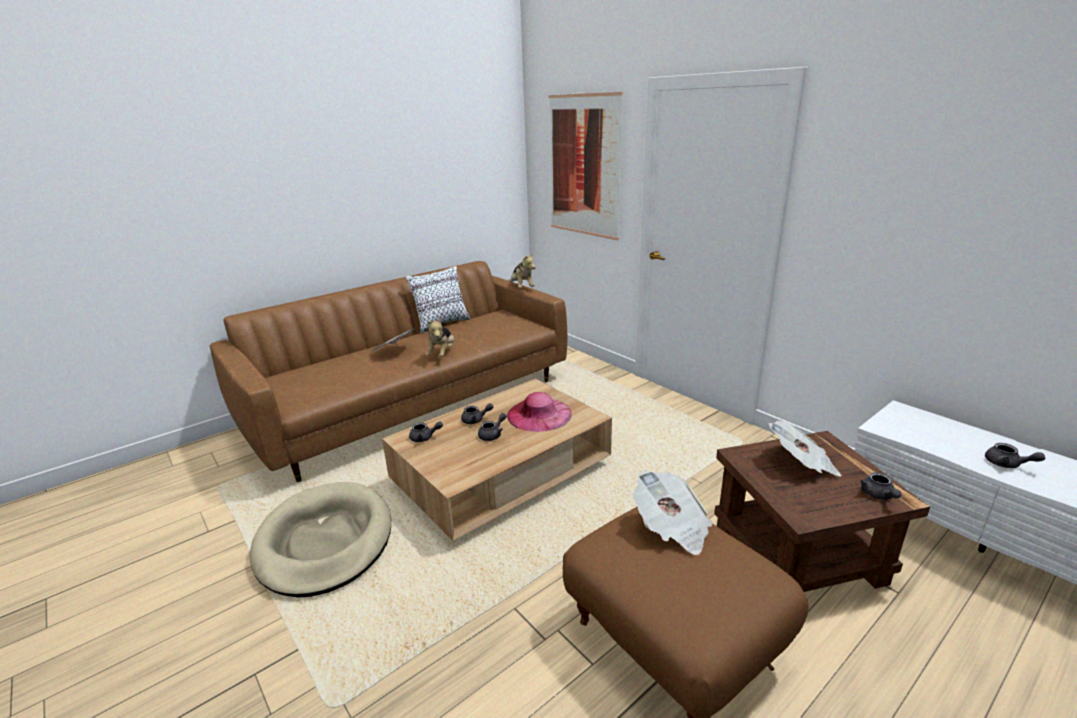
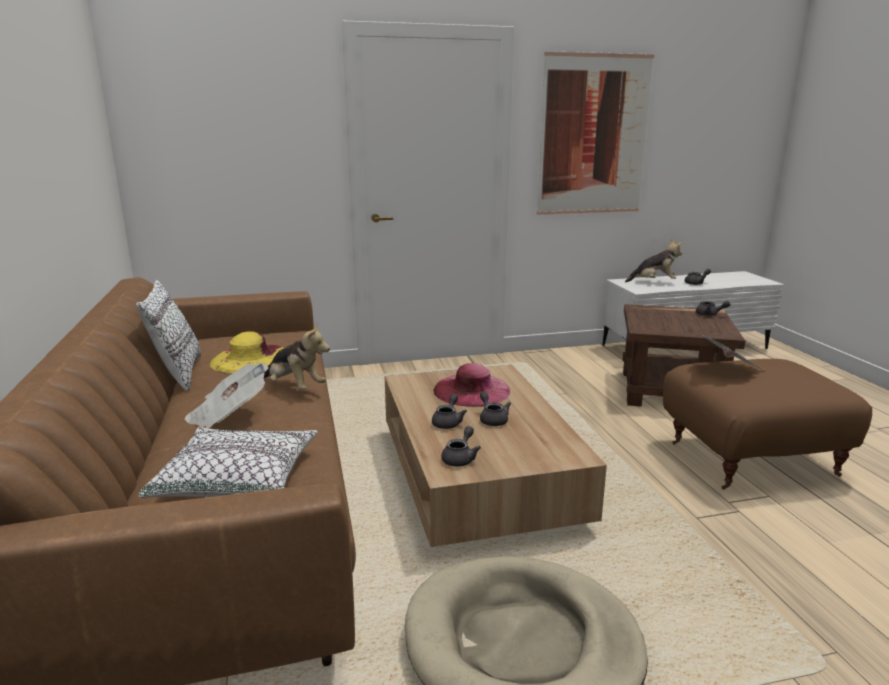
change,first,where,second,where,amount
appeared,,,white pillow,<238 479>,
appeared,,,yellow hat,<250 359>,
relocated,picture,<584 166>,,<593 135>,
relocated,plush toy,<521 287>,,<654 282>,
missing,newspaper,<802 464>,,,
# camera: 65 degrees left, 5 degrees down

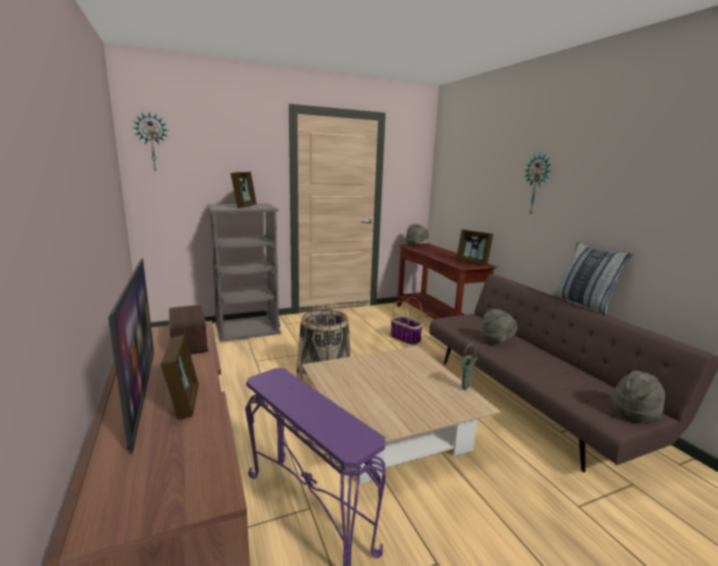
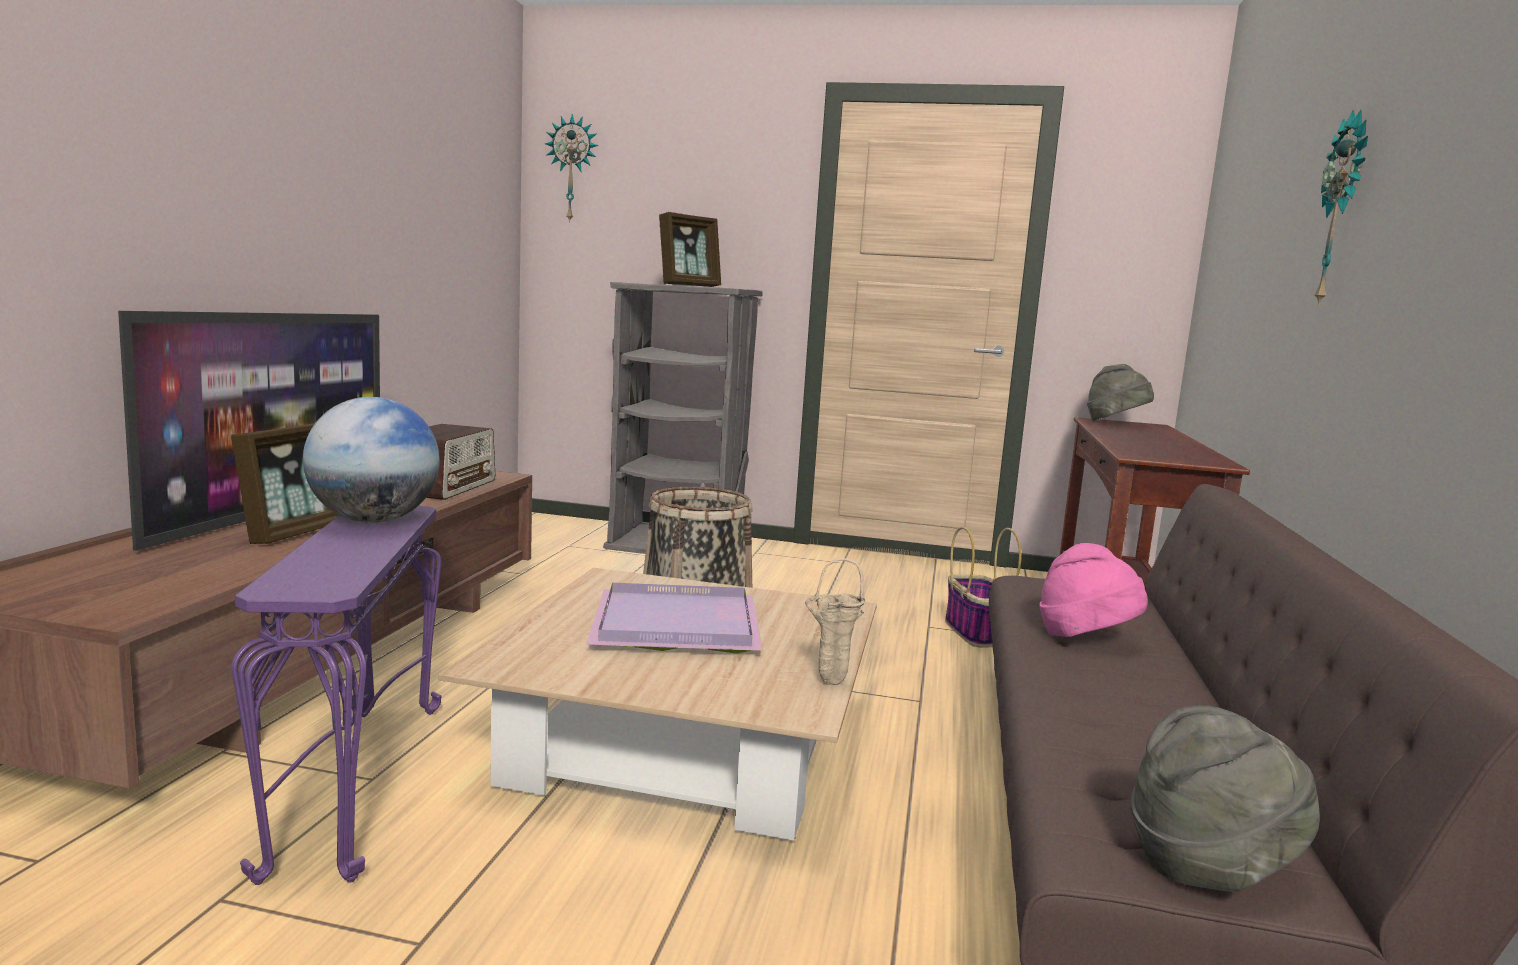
change,first,where,second,where,amount
appeared,,,globe,<373 521>,
appeared,,,purple tray,<679 626>,
colour,green vase,<464 389>,beige vase,<828 684>,
colour,grey hat,<496 341>,pink hat,<1085 638>,
missing,picture frame,<472 262>,,,
missing,pillow,<583 304>,,,
# camera: 35 degrees right, 5 degrees down

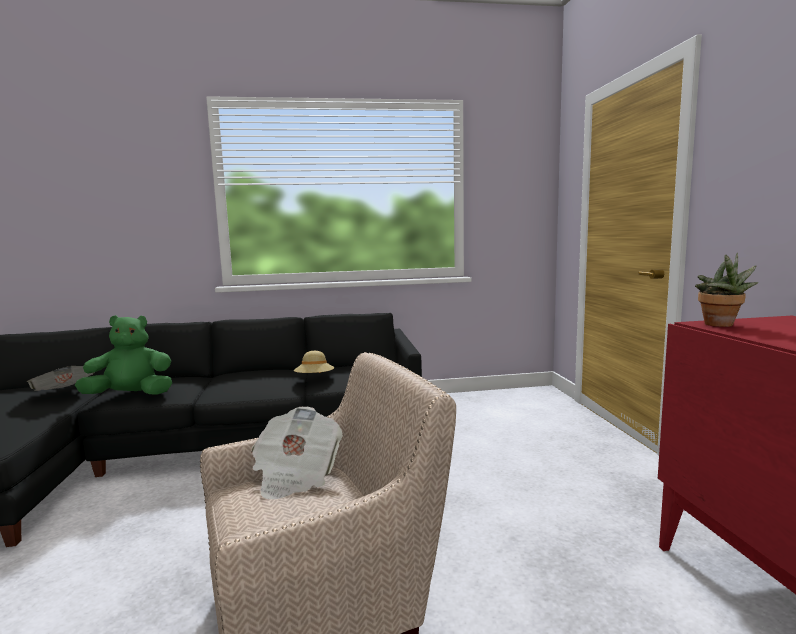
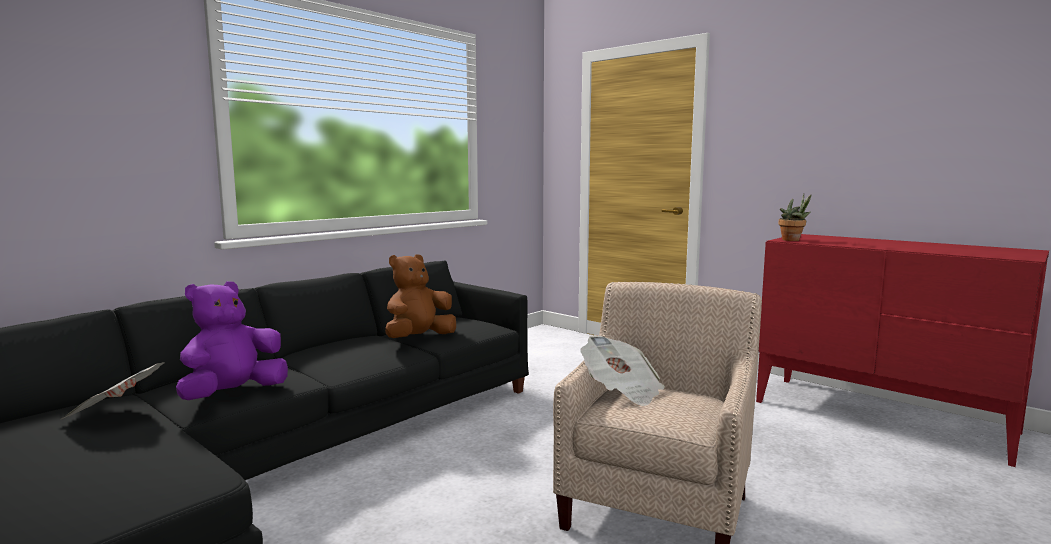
change,first,where,second,where,amount
colour,green plush toy,<131 395>,purple plush toy,<233 394>,
exchanged,beige hat,<315 378>,brown plush toy,<419 338>,
# camera: 40 degrees left, 0 degrees up

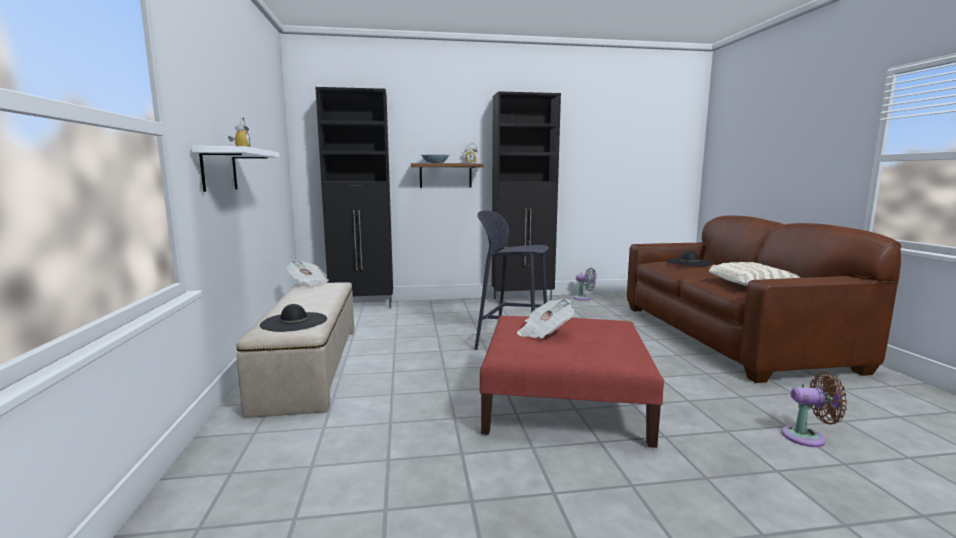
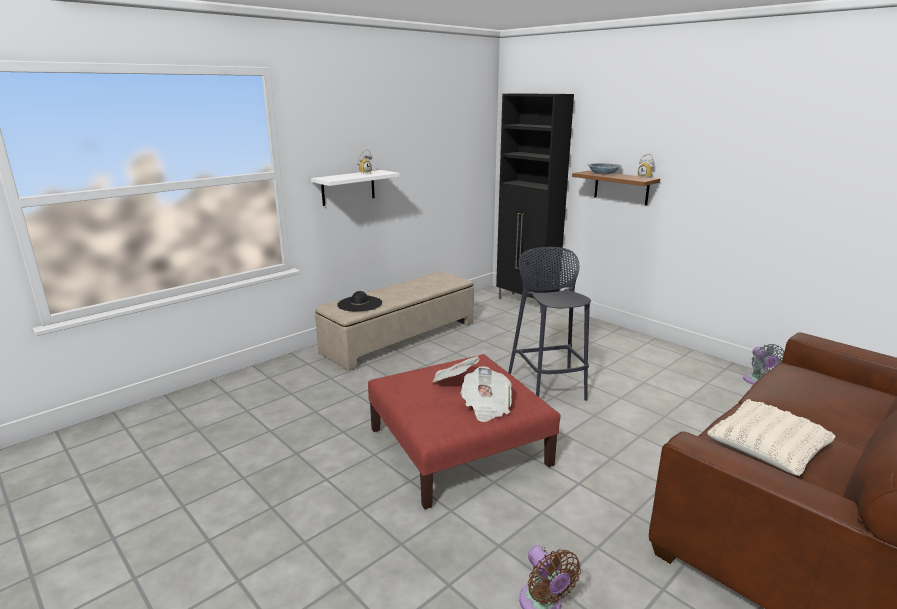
change,first,where,second,where,amount
relocated,newspaper,<308 284>,,<486 407>,
missing,black cabinet,<523 300>,,,
missing,black hat,<689 262>,,,
# camera: 55 degrees right, 10 degrees up

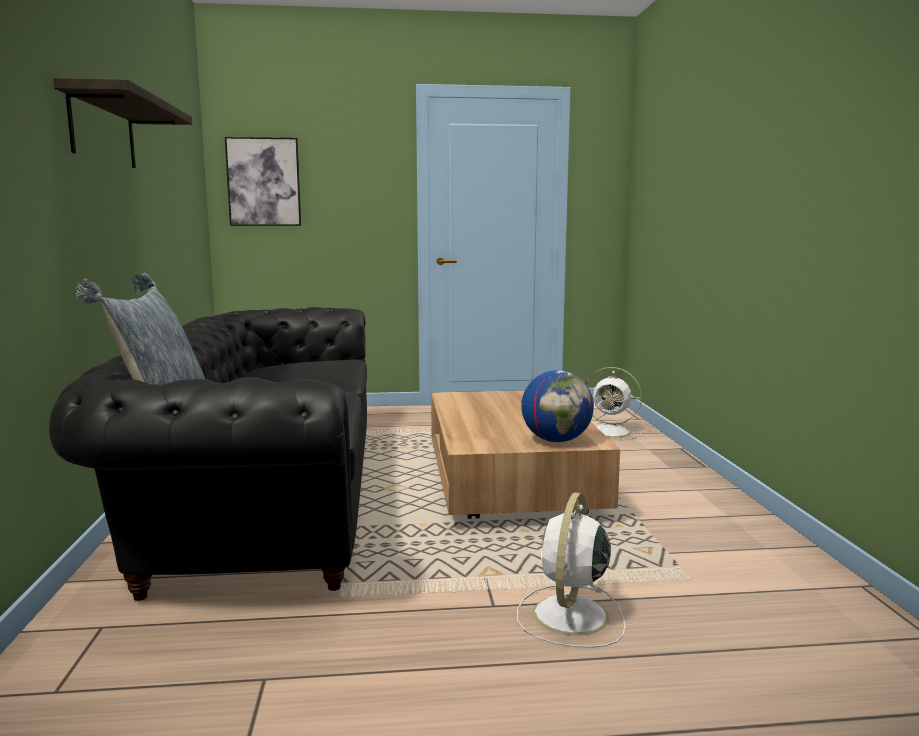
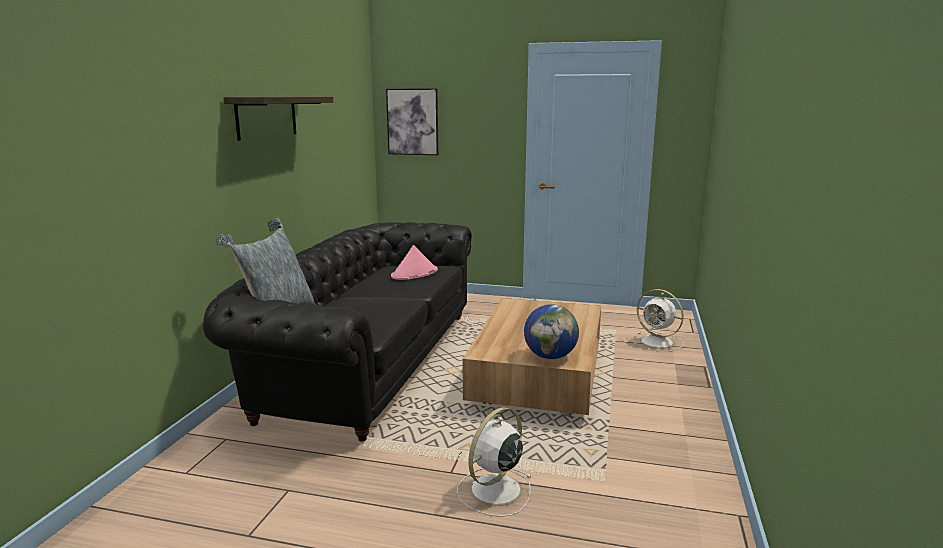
change,first,where,second,where,amount
appeared,,,pink hat,<414 274>,
# camera: 20 degrees right, 5 degrees up

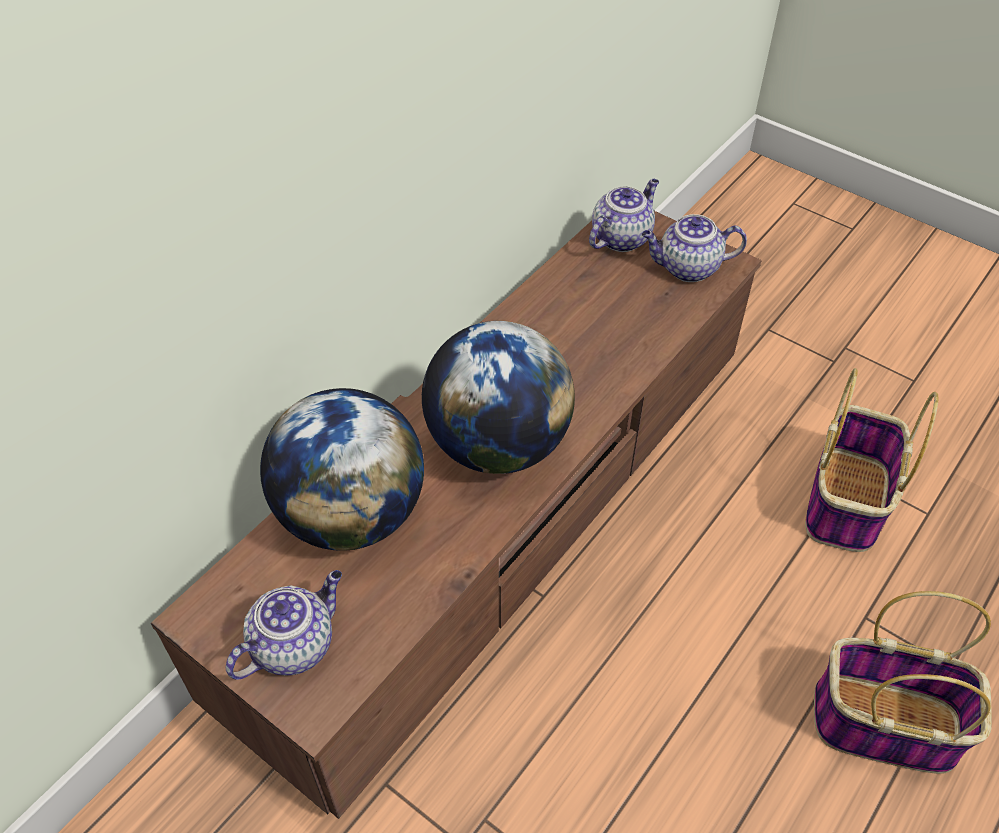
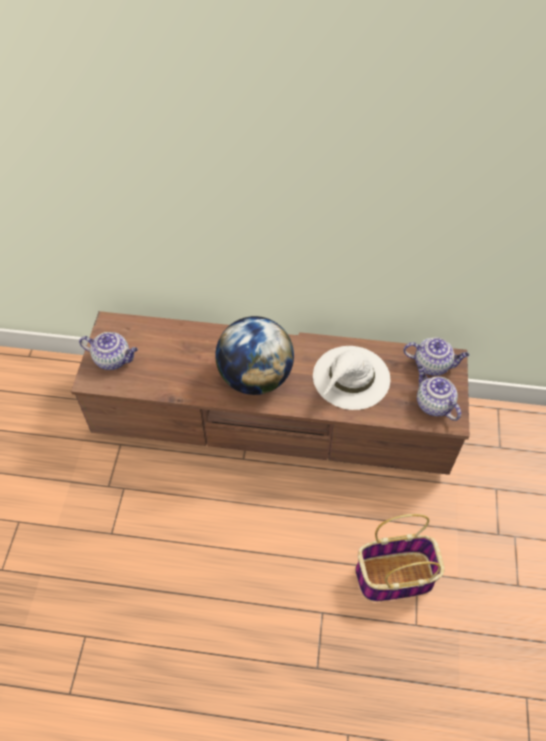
change,first,where,second,where,amount
appeared,,,white hat,<351 378>,
missing,globe,<351 514>,,,
missing,basket,<882 725>,,,
# camera: 60 degrees right, 5 degrees up

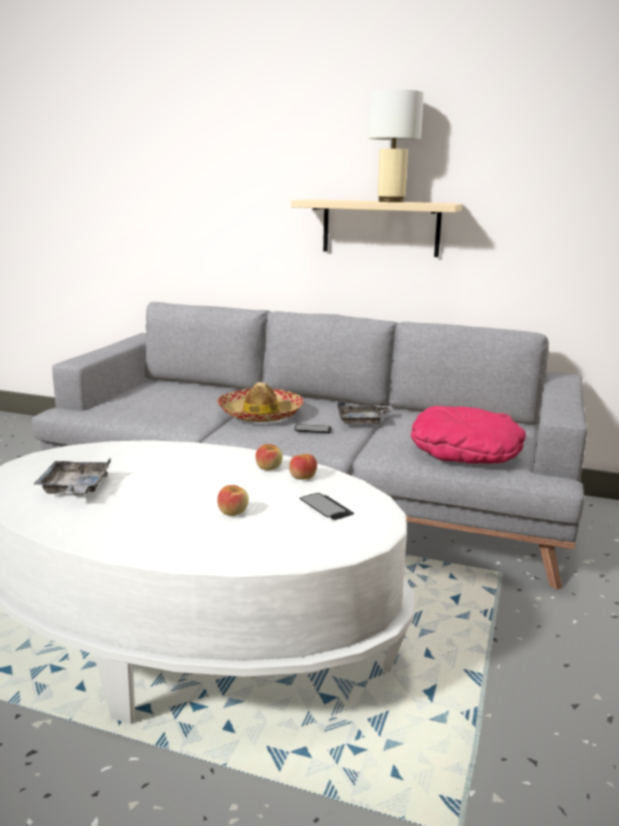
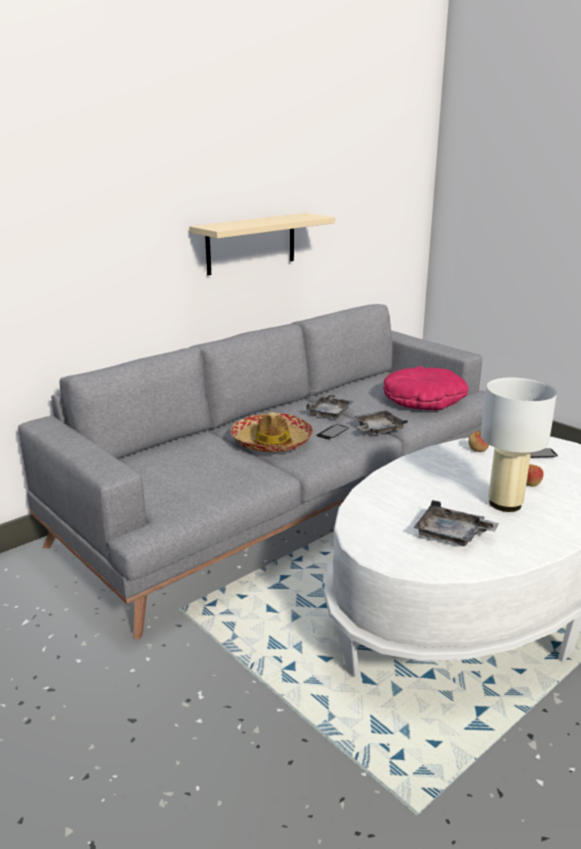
change,first,where,second,where,amount
appeared,,,grey tray,<378 429>,
relocated,white table lamp,<391 201>,,<506 504>,
missing,apple,<269 467>,,,
# camera: 60 degrees left, 5 degrees up

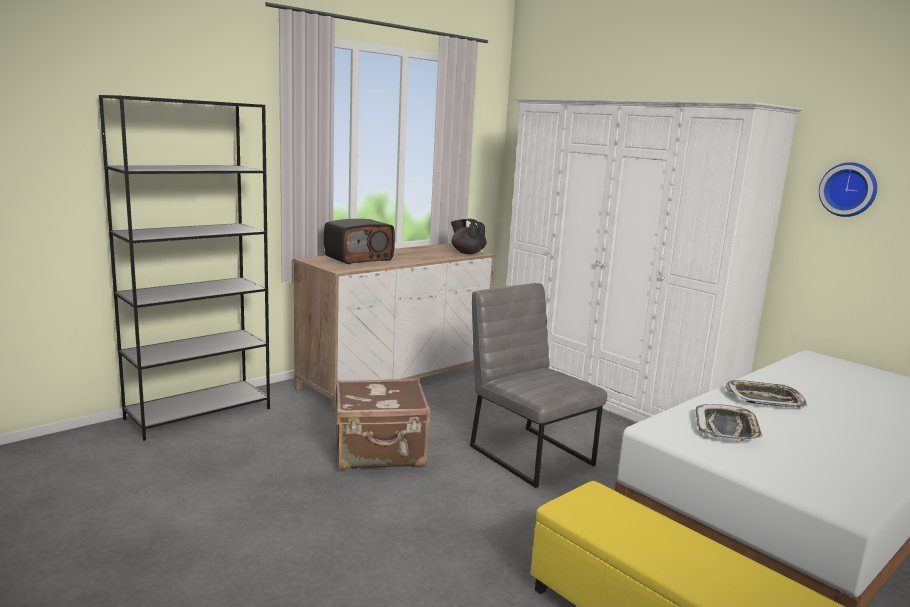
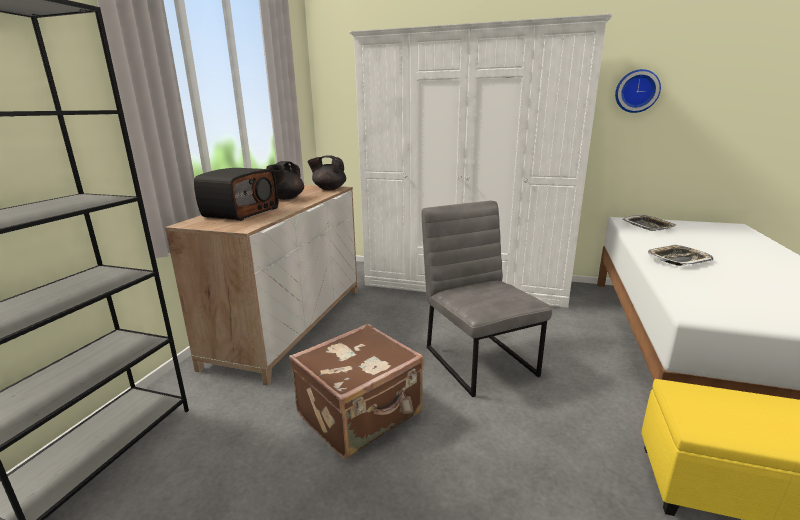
change,first,where,second,where,amount
appeared,,,black teapot,<285 198>,
spun,grey chair,<529 453>,,<478 359>,45 degrees clockwise
relocated,tray,<727 428>,,<647 226>,
# camera: 30 degrees left, 5 degrees up

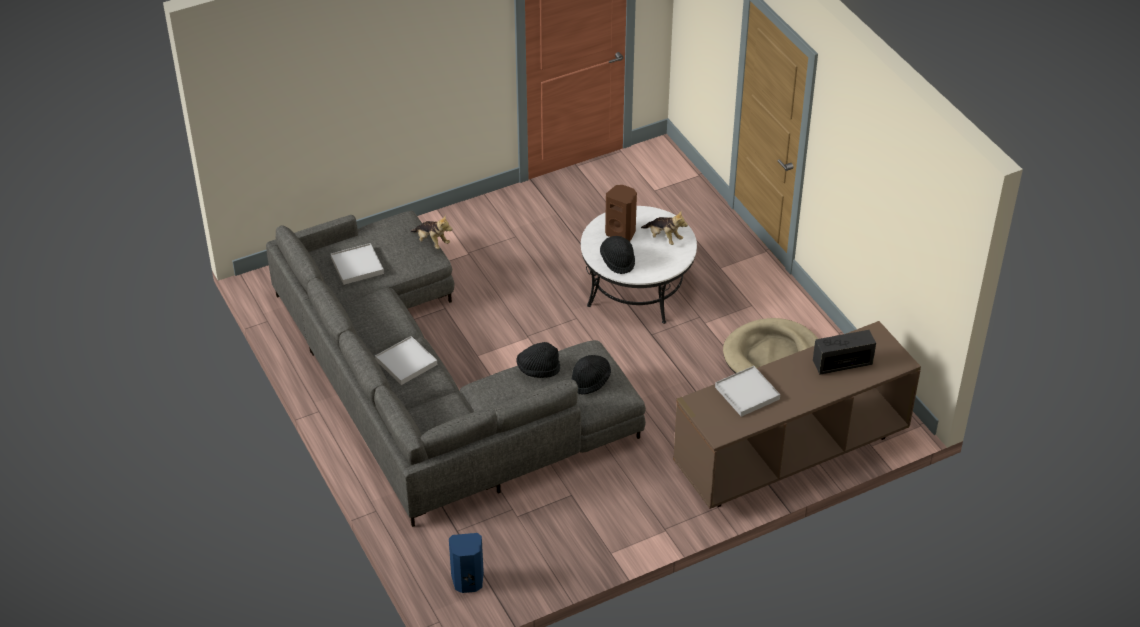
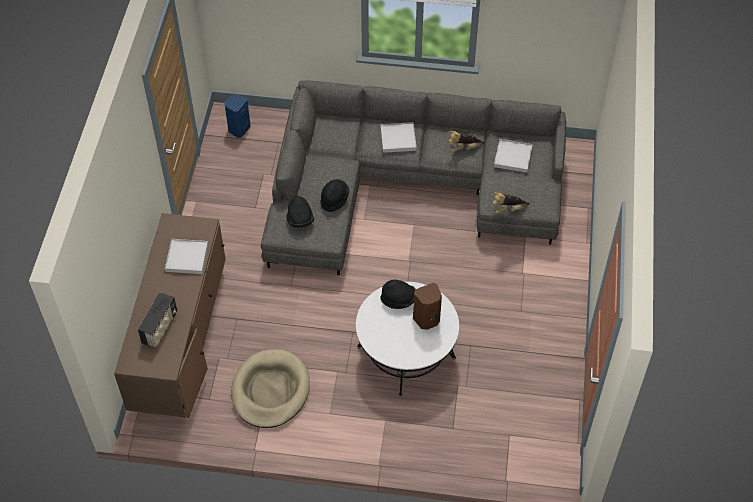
change,first,where,second,where,amount
relocated,plush toy,<664 238>,,<464 148>,
# camera: 125 degrees right, 10 degrees up

